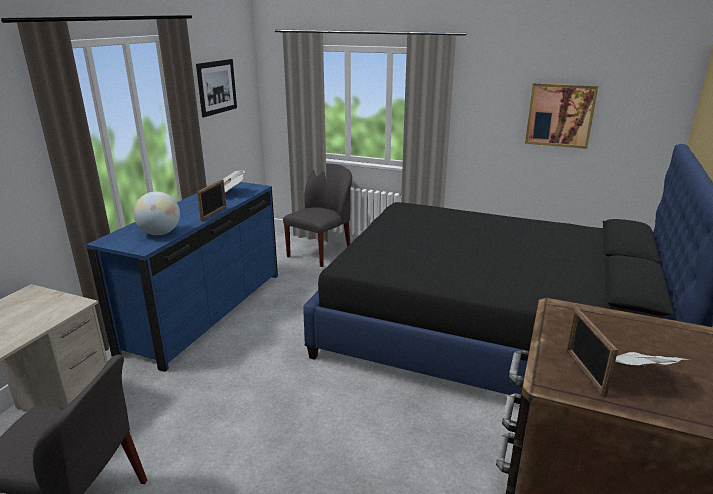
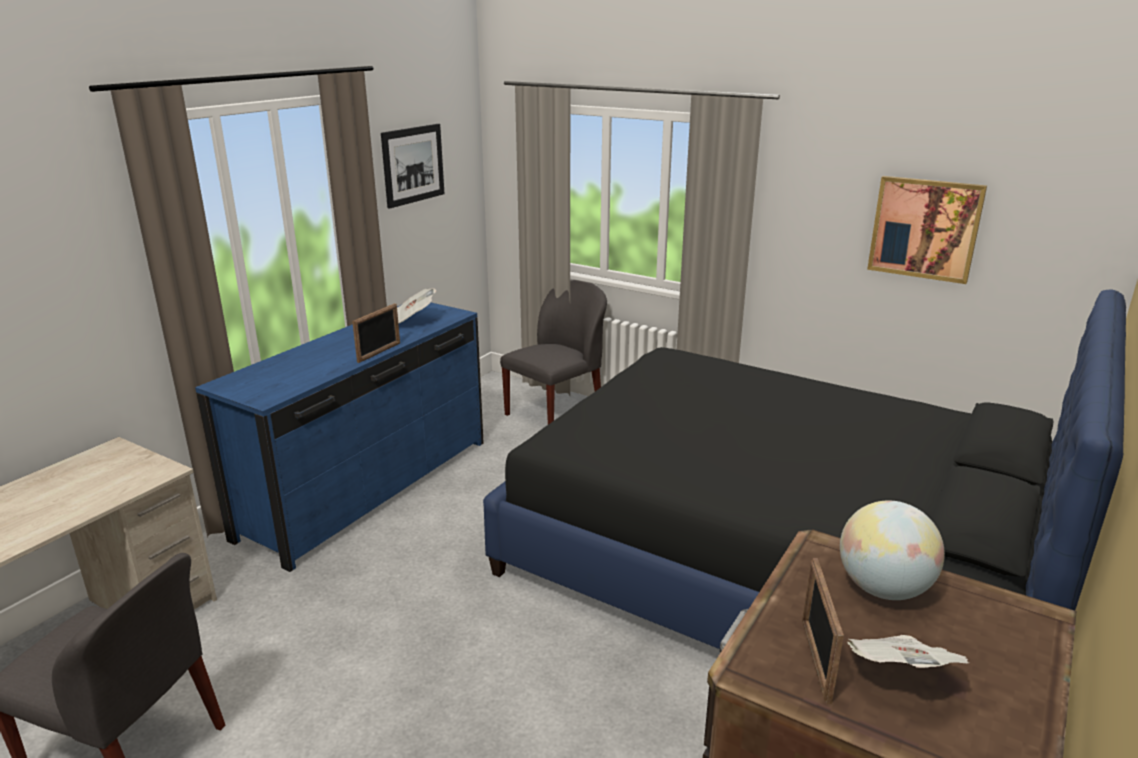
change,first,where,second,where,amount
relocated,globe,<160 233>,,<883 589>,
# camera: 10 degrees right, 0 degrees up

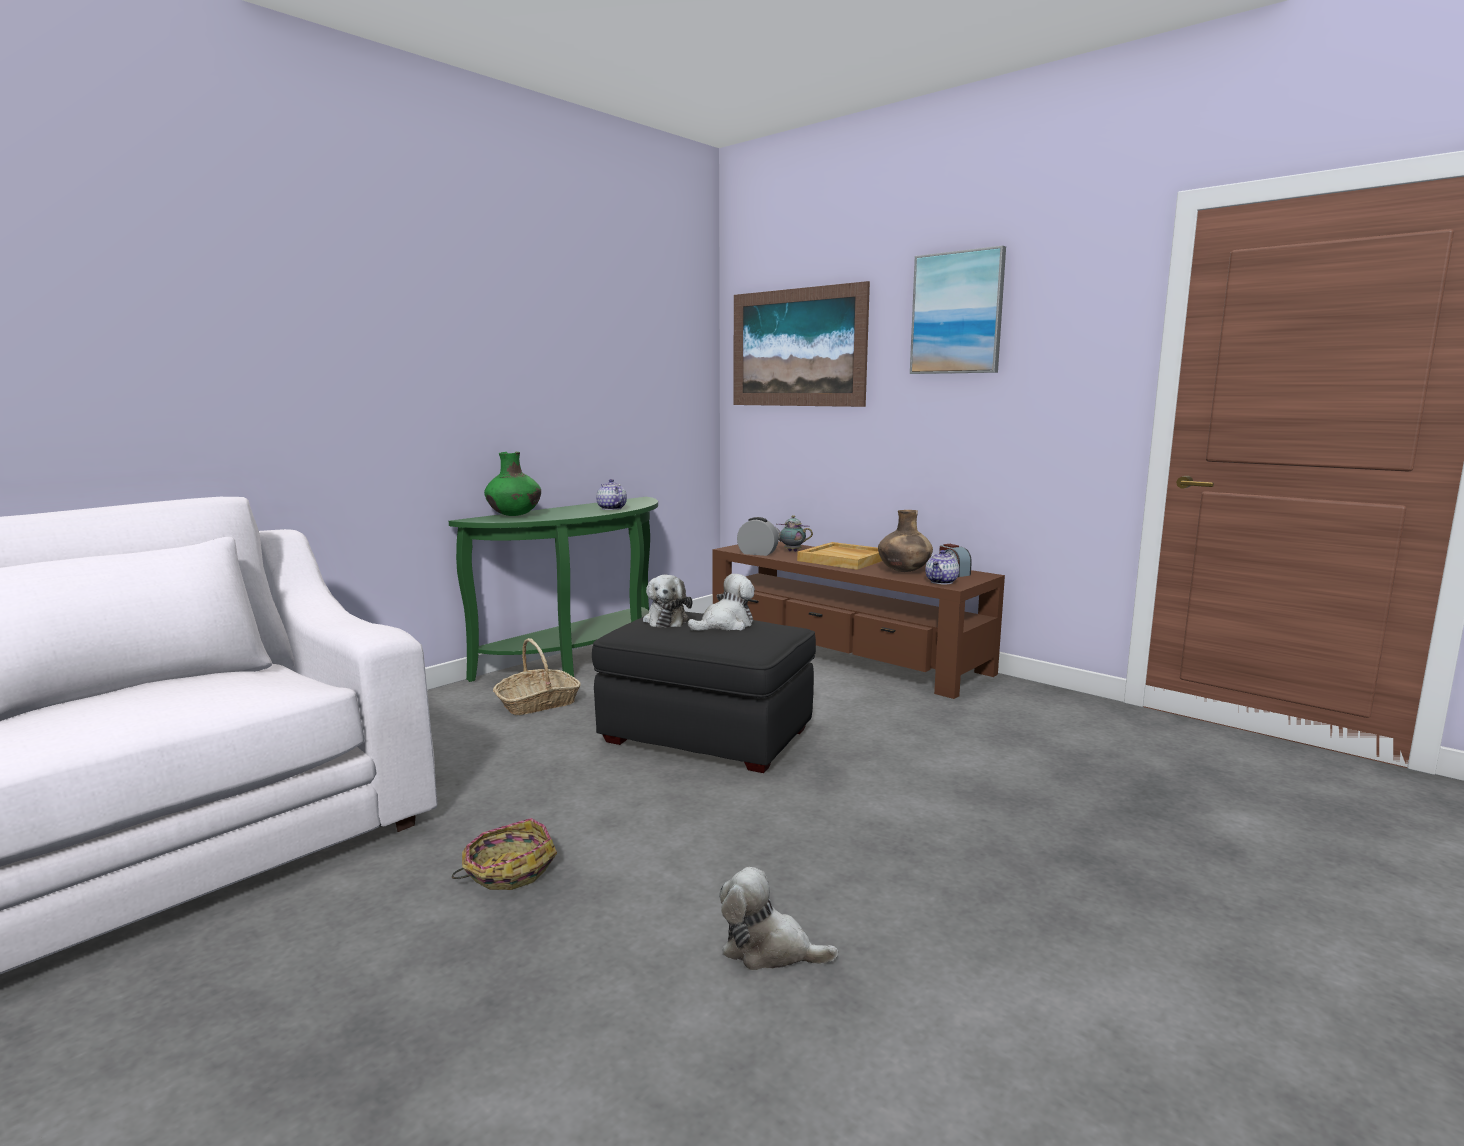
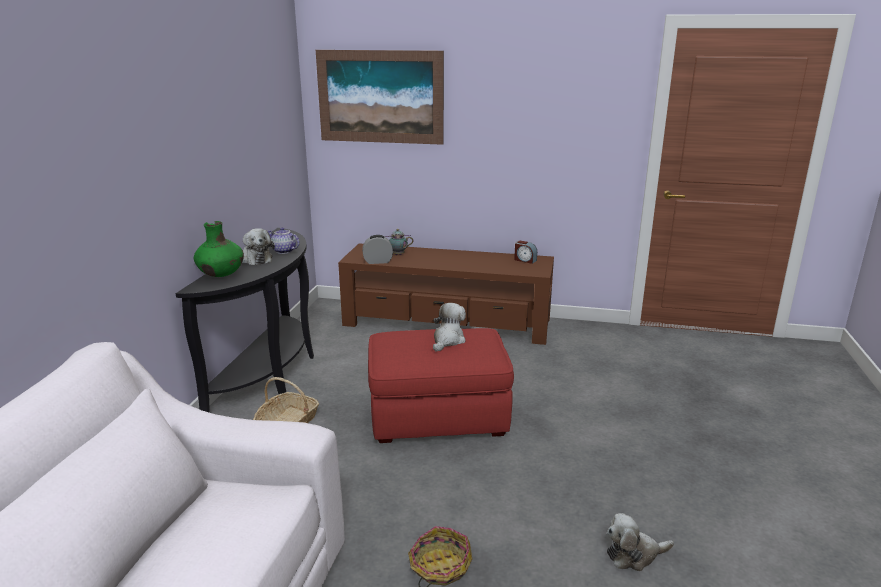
change,first,where,second,where,amount
colour,green console table,<583 659>,black console table,<271 372>,
relocated,plush toy,<666 620>,,<256 259>,
colour,black ottoman,<705 735>,red ottoman,<437 417>,
missing,beige tray,<845 559>,,,
missing,brown vase,<904 571>,,,
missing,picture,<957 313>,,,
missing,teapot,<942 582>,,,
# camera: 30 degrees left, 10 degrees up

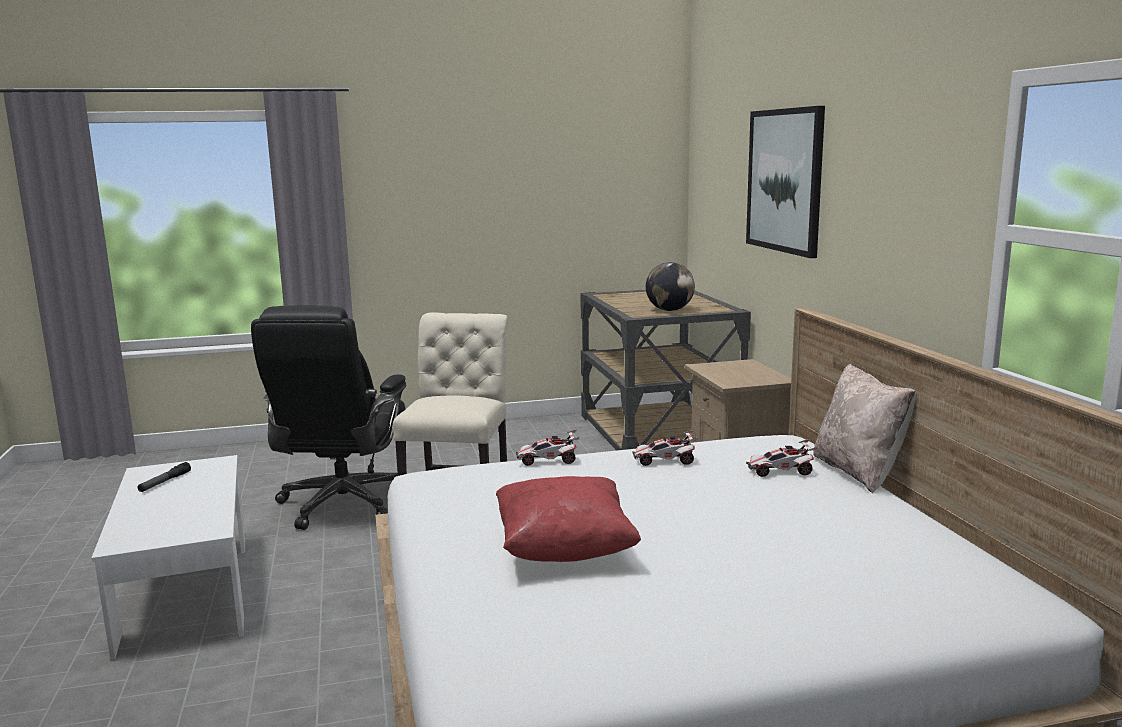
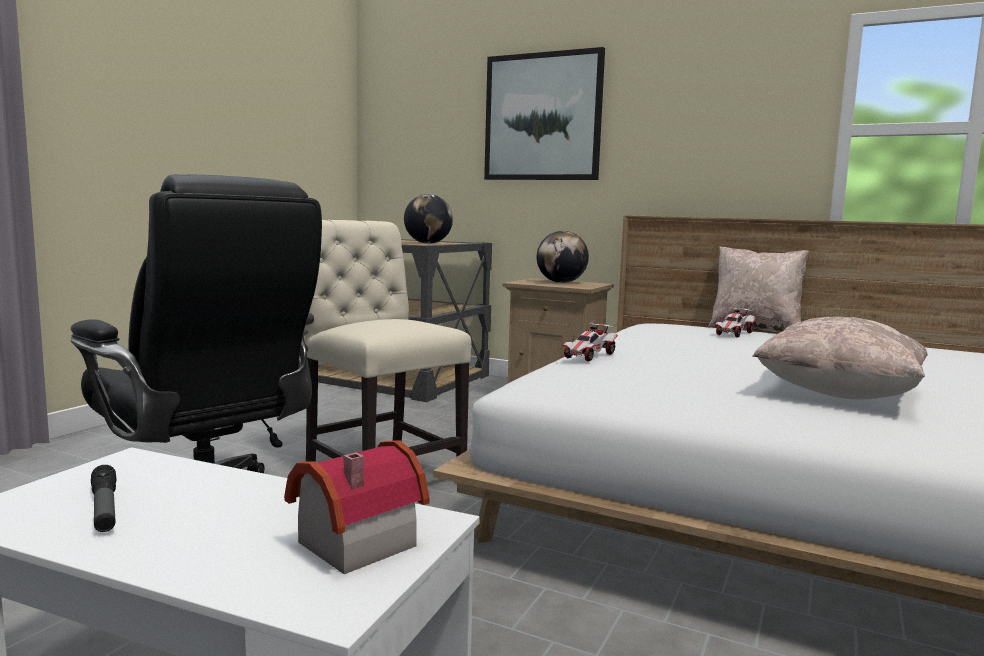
change,first,where,second,where,amount
appeared,,,toy house,<350 542>,
appeared,,,globe,<561 282>,
colour,red pillow,<564 549>,beige pillow,<839 394>,
missing,toy car,<665 461>,,,
# camera: 50 degrees left, 5 degrees down

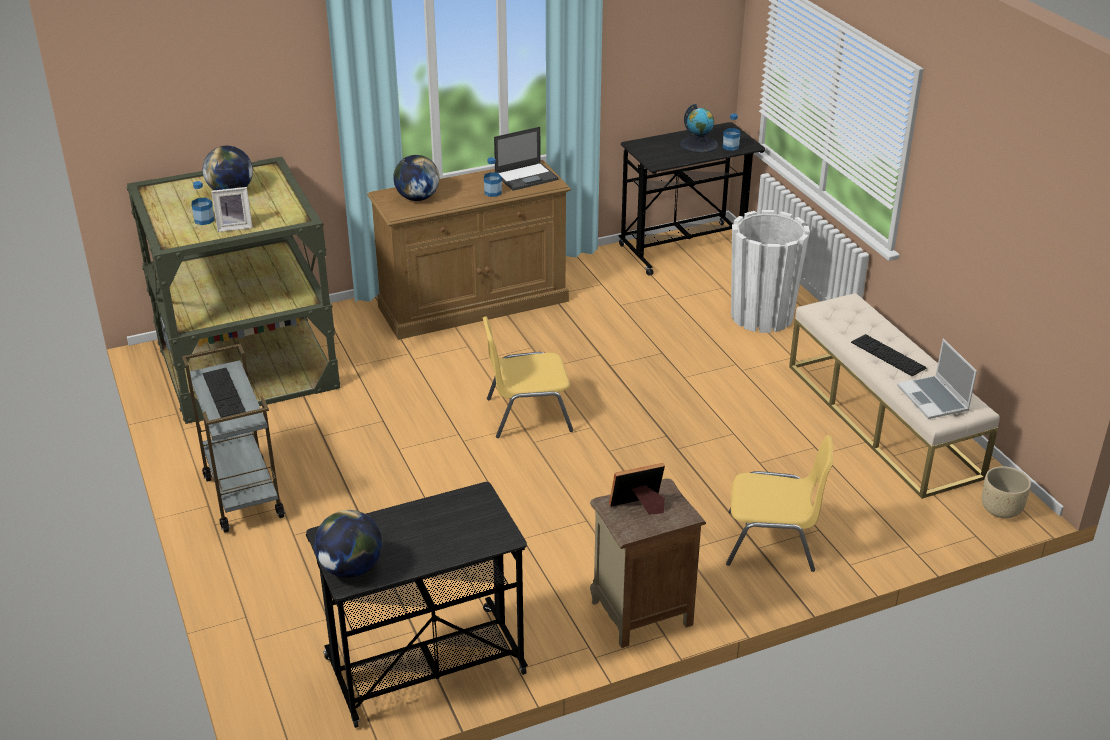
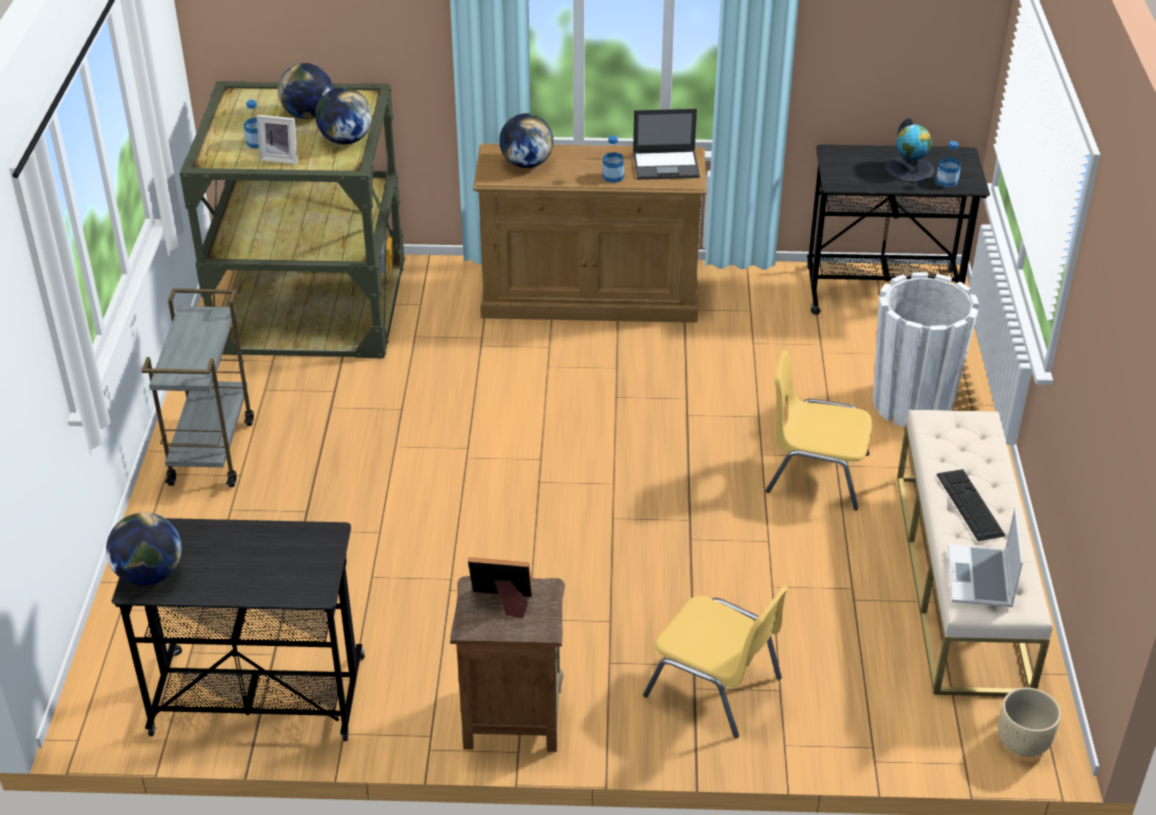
change,first,where,second,where,amount
appeared,,,globe,<346 140>,
relocated,yellow chair,<527 414>,,<815 473>,
missing,keyboard,<224 393>,,,
# camera: 25 degrees right, 5 degrees up

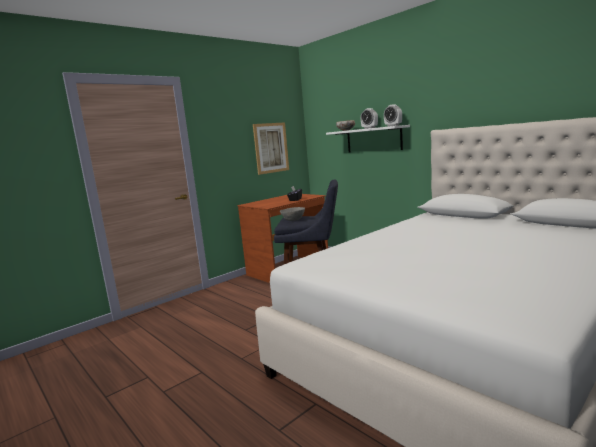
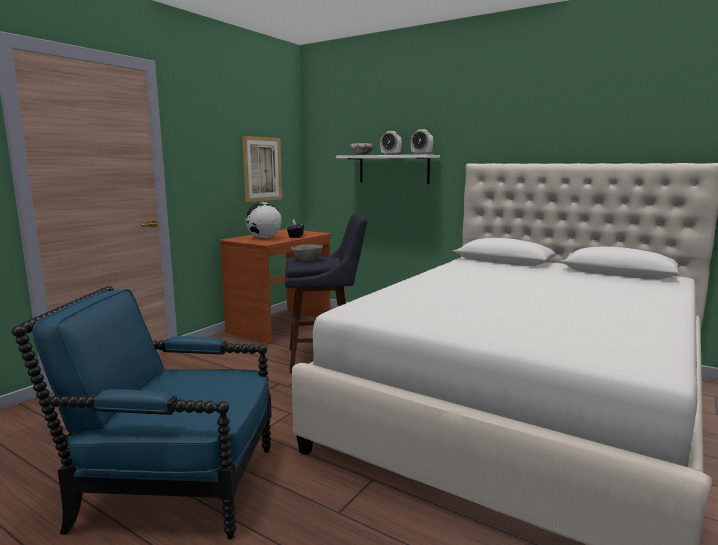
change,first,where,second,where,amount
appeared,,,blue armchair,<172 484>,
appeared,,,globe,<264 238>,
# camera: 15 degrees left, 0 degrees up

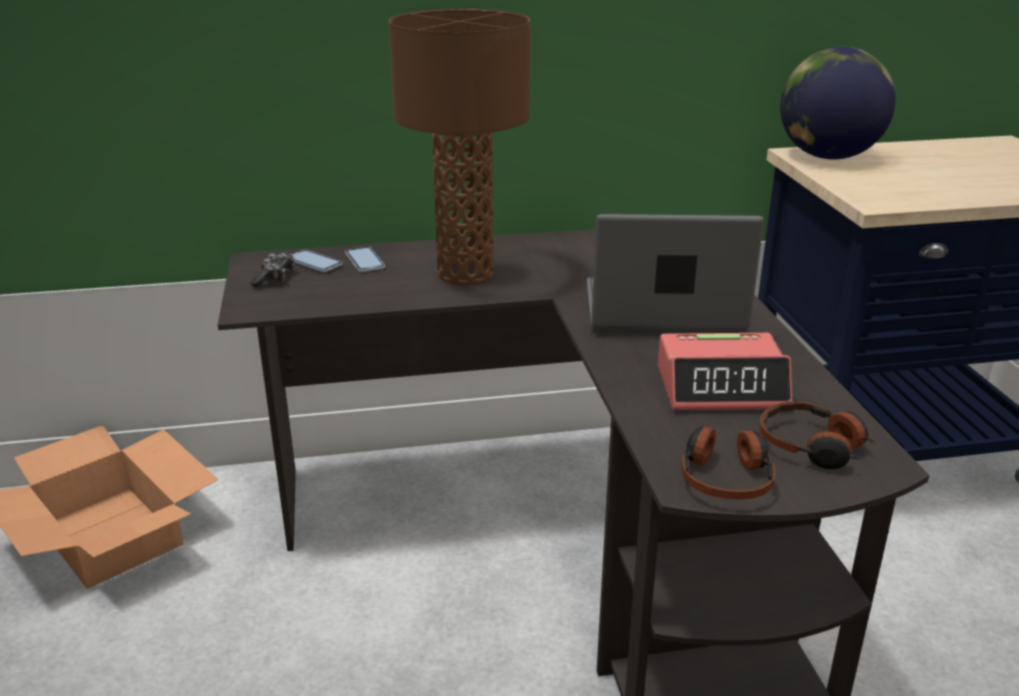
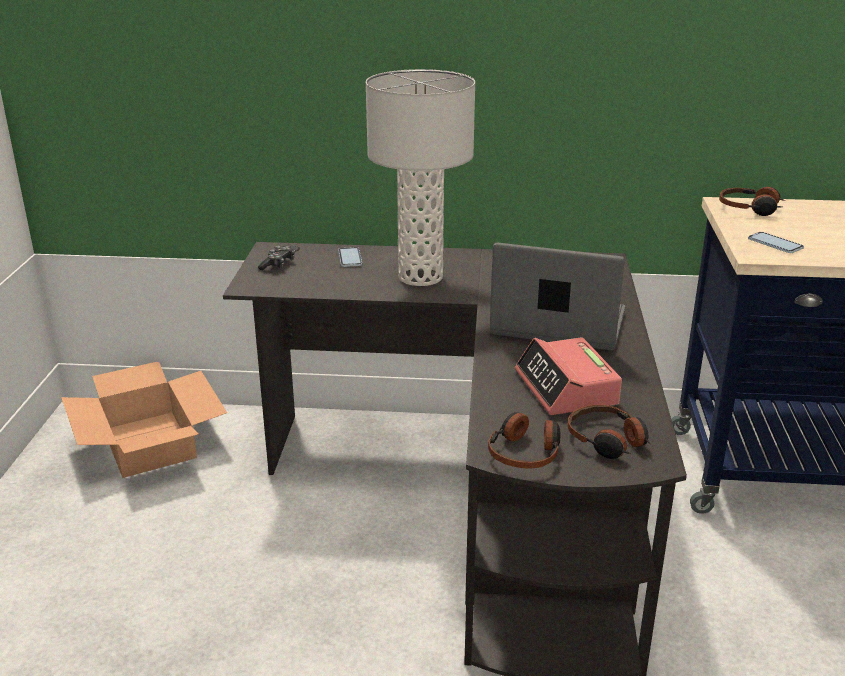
change,first,where,second,where,amount
colour,brown table lamp,<466 274>,white table lamp,<421 277>,
spun,alarm clock,<722 387>,,<566 388>,60 degrees clockwise
exchanged,globe,<827 156>,headphones,<750 209>,
relocated,phone,<314 262>,,<775 244>,
# camera: 15 degrees right, 0 degrees up

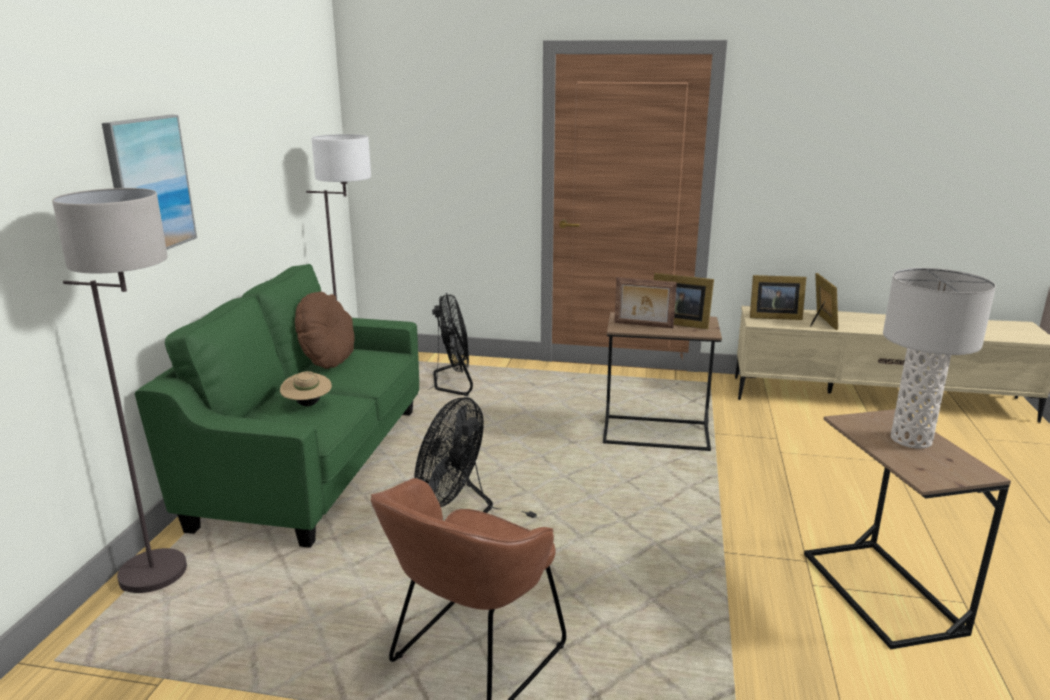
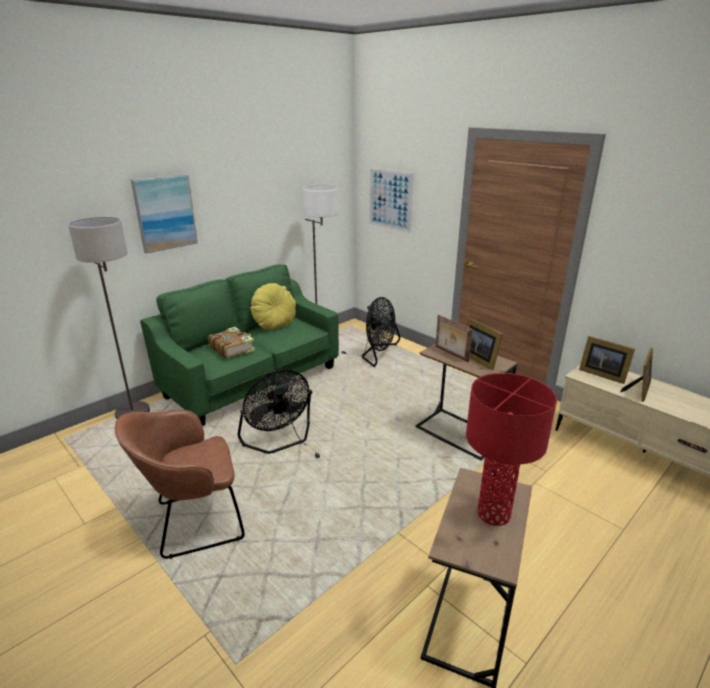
change,first,where,second,where,amount
exchanged,beige hat,<307 404>,book,<232 348>,
colour,brown pillow,<328 362>,yellow pillow,<275 326>,
appeared,,,picture,<390 199>,
colour,white table lamp,<910 439>,red table lamp,<493 513>,
# camera: 35 degrees right, 5 degrees up

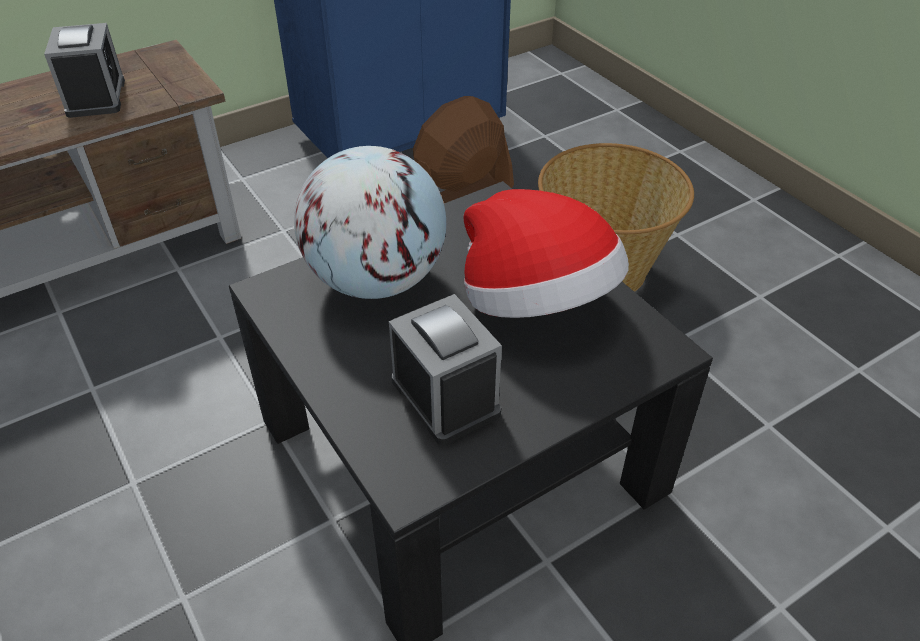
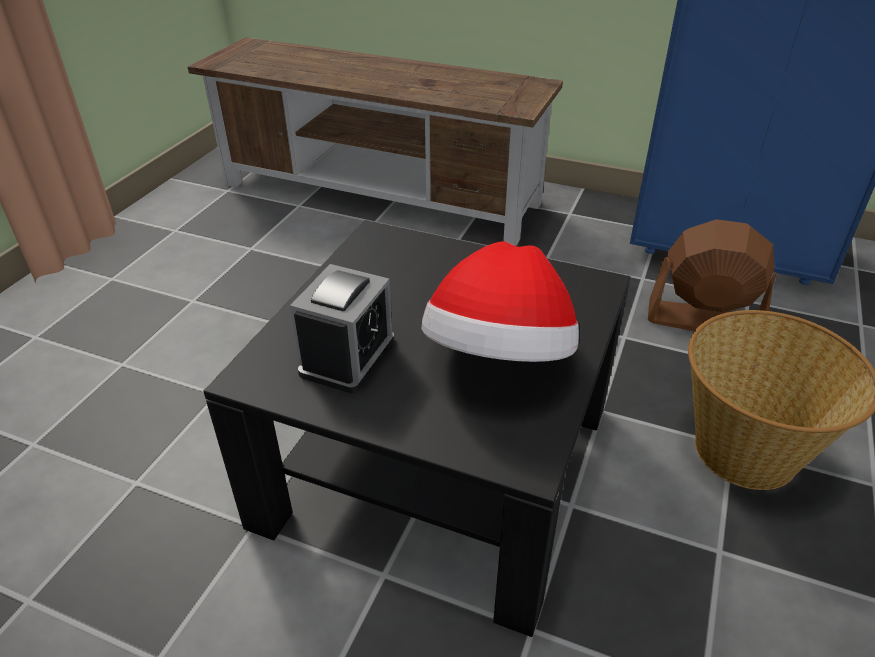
change,first,where,second,where,amount
missing,alarm clock,<96 97>,,,
missing,globe,<375 280>,,,
# camera: 55 degrees right, 5 degrees down

